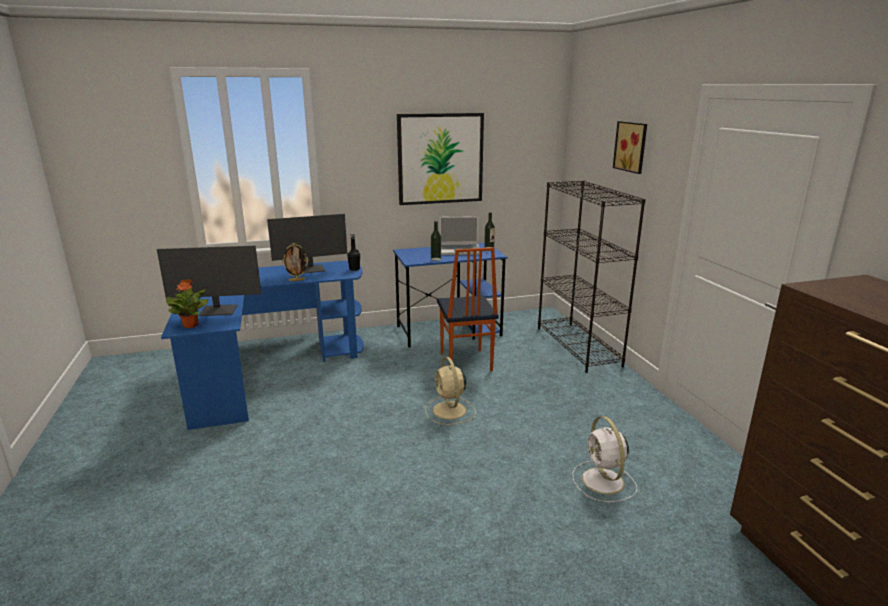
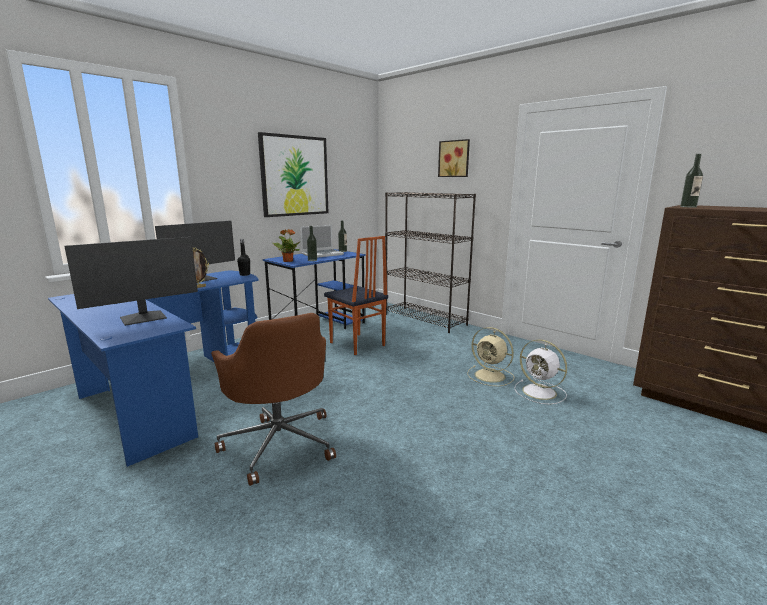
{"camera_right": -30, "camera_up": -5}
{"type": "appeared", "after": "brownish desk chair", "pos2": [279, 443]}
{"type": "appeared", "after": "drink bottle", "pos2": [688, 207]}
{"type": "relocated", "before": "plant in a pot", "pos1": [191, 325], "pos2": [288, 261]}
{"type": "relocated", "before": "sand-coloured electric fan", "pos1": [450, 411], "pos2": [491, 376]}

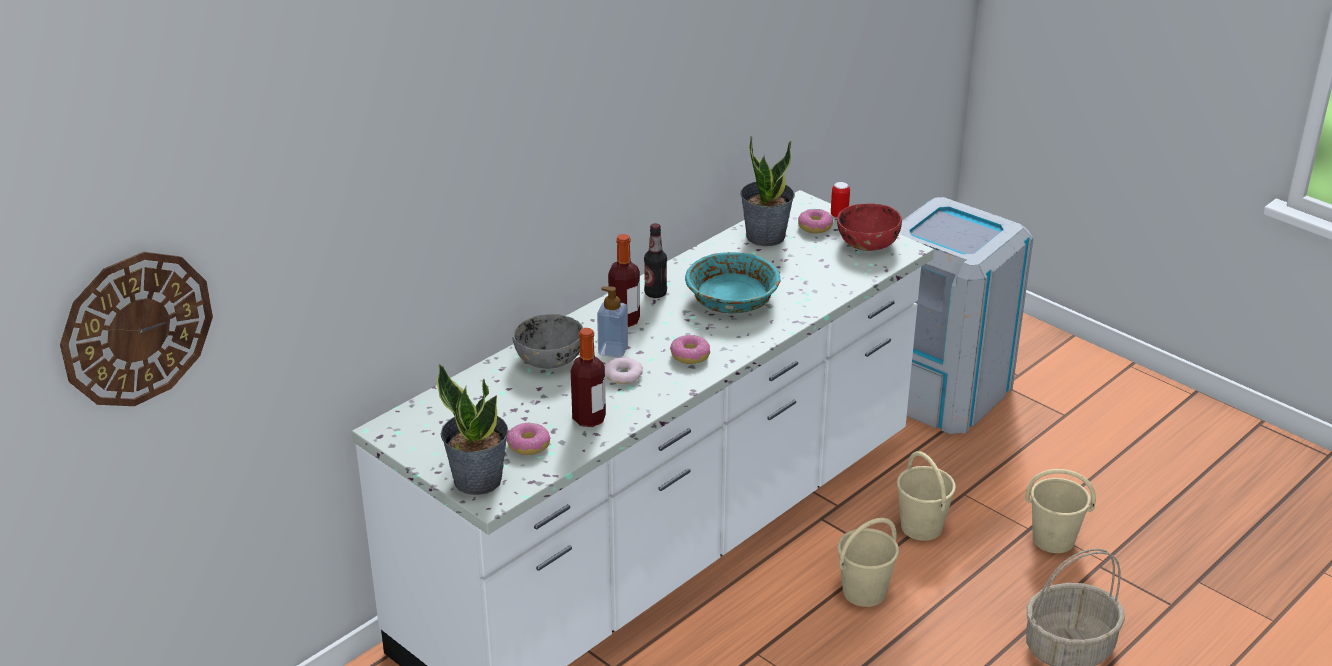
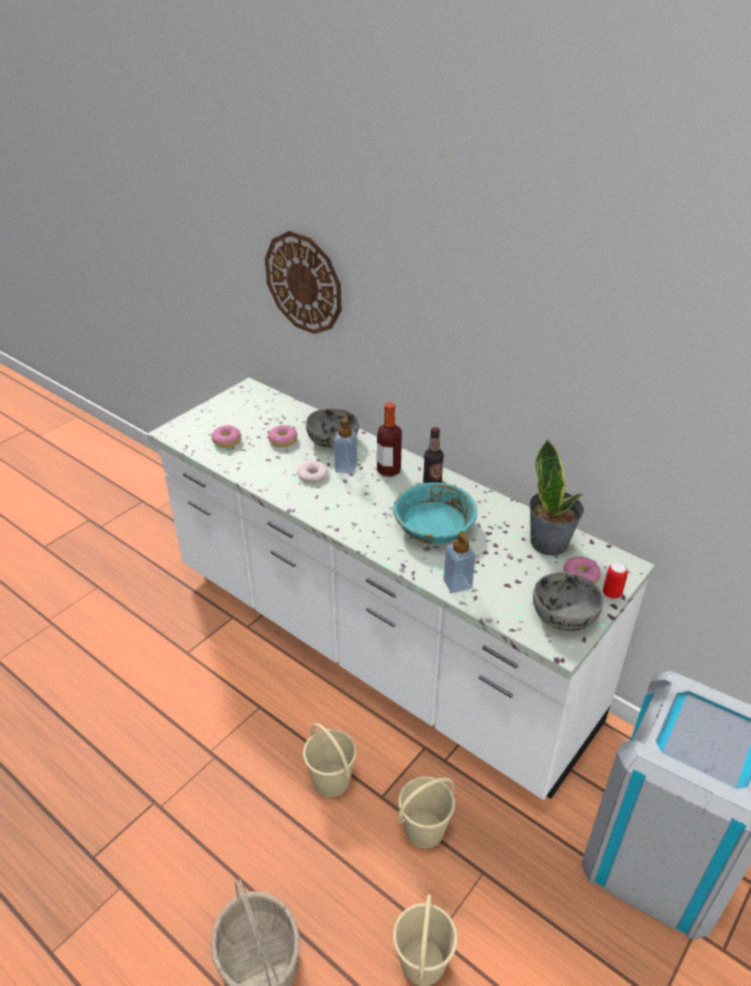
{"camera_right": 85, "camera_up": 5}
{"type": "missing", "before": "plant in a pot", "pos1": [478, 479]}
{"type": "missing", "before": "drink bottle", "pos1": [589, 418]}
{"type": "appeared", "after": "soap bottle", "pos2": [457, 584]}
{"type": "relocated", "before": "wall clock", "pos1": [136, 328], "pos2": [304, 283]}
{"type": "relocated", "before": "donut", "pos1": [690, 355], "pos2": [283, 440]}
{"type": "colour", "before": "reddish serving bowl", "after": "gray serving bowl", "pos1": [867, 242], "pos2": [564, 615]}

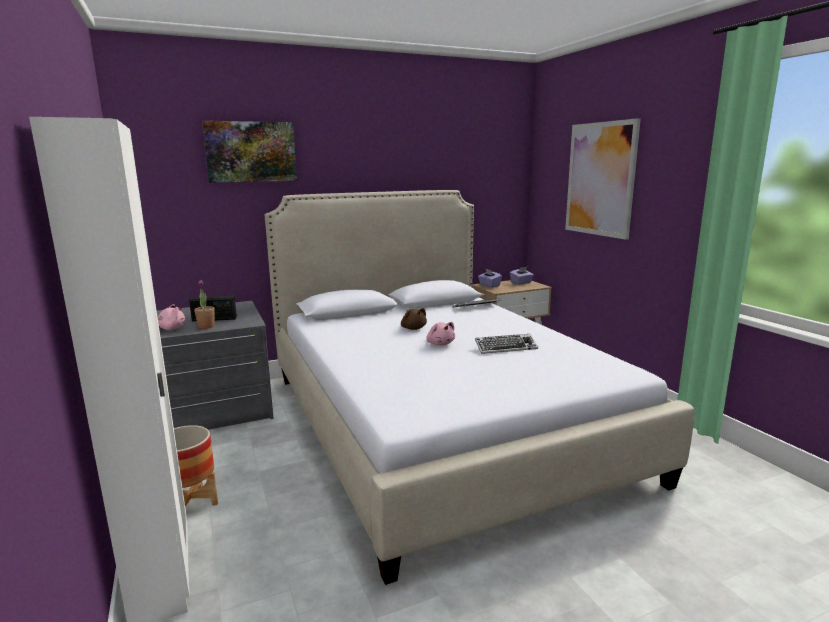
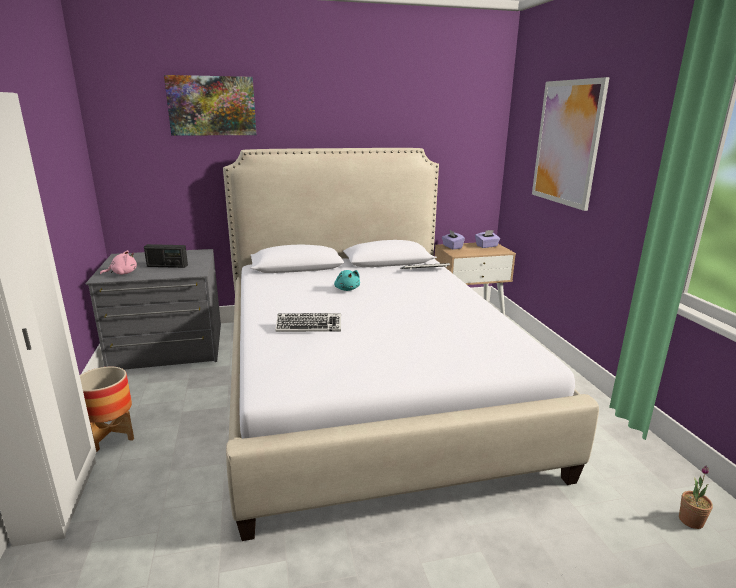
{"camera_right": 10, "camera_up": 5}
{"type": "missing", "before": "pink-coloured soft toy", "pos1": [440, 344]}
{"type": "relocated", "before": "plant in a pot", "pos1": [206, 326], "pos2": [691, 520]}
{"type": "relocated", "before": "keyboard", "pos1": [506, 347], "pos2": [309, 326]}
{"type": "colour", "before": "brownish soft toy", "after": "blue-green soft toy", "pos1": [413, 328], "pos2": [347, 289]}

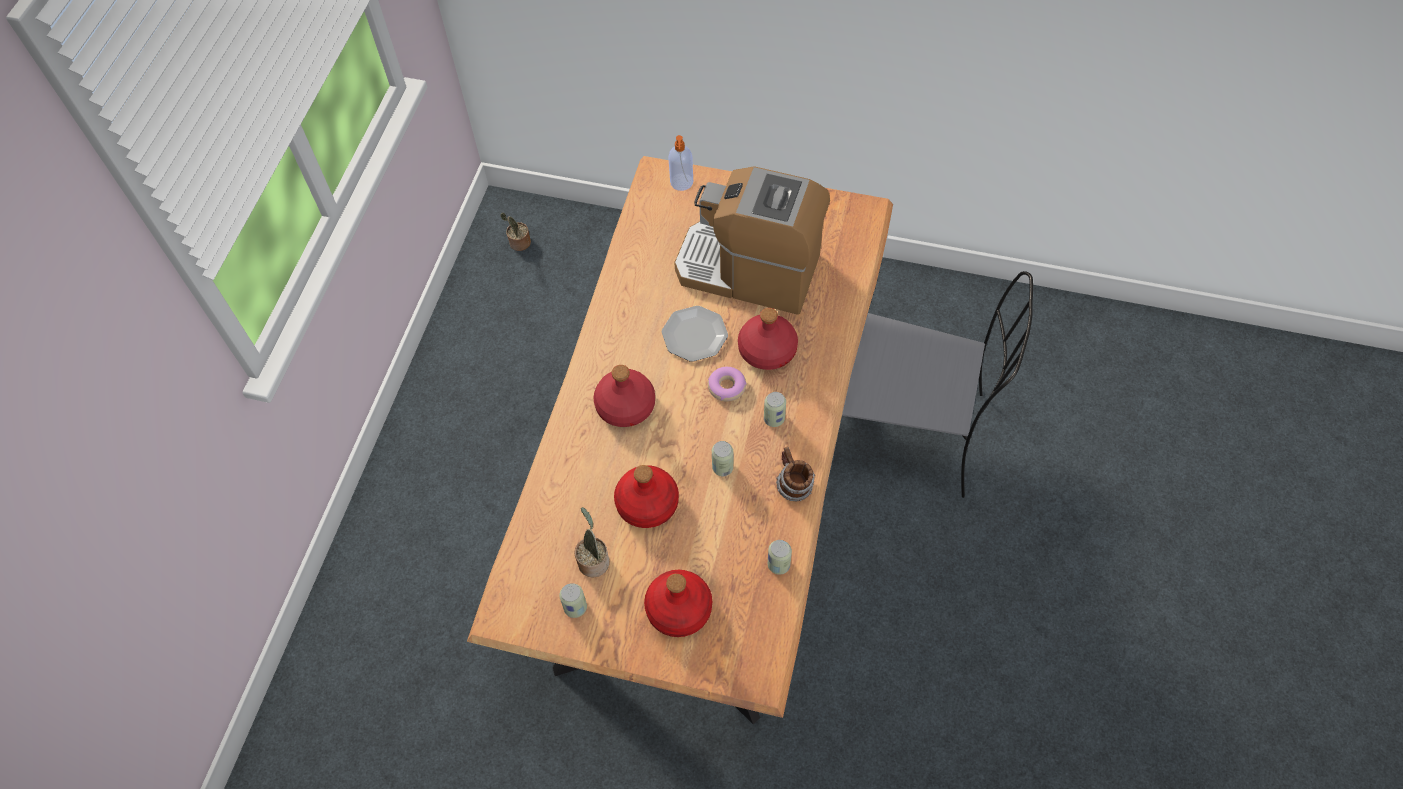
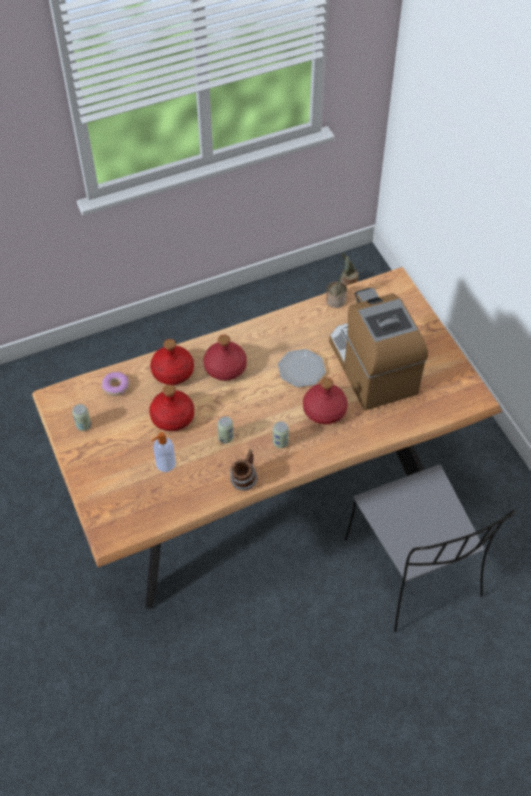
{"camera_right": 50, "camera_up": -5}
{"type": "missing", "before": "metal can", "pos1": [778, 565]}
{"type": "relocated", "before": "plant in a pot", "pos1": [593, 560], "pos2": [337, 299]}
{"type": "relocated", "before": "reddish drink bottle", "pos1": [679, 608], "pos2": [173, 372]}
{"type": "relocated", "before": "soap bottle", "pos1": [681, 183], "pos2": [165, 464]}
{"type": "relocated", "before": "donut", "pos1": [727, 387], "pos2": [116, 386]}

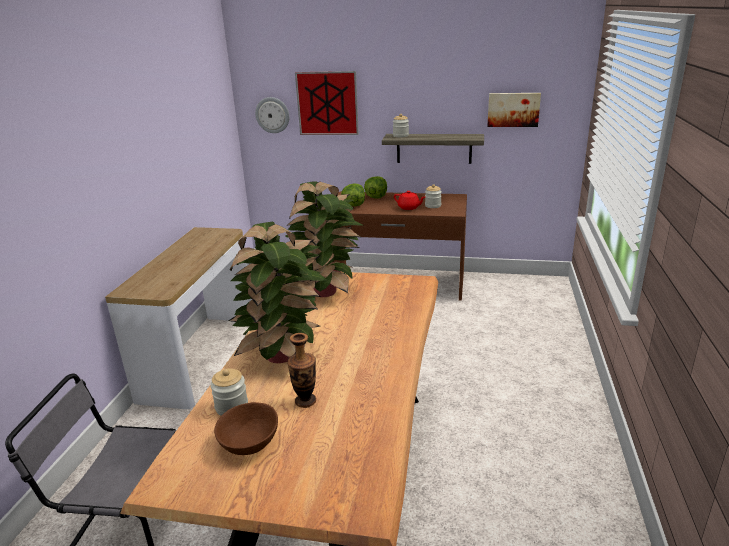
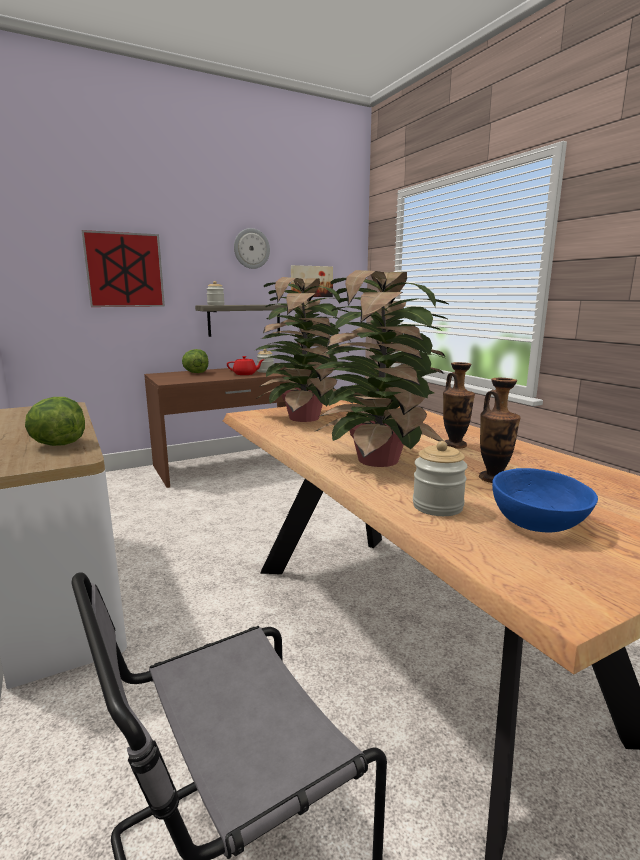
{"camera_right": -40, "camera_up": -10}
{"type": "appeared", "after": "vase", "pos2": [454, 445]}
{"type": "relocated", "before": "wall clock", "pos1": [272, 115], "pos2": [251, 248]}
{"type": "relocated", "before": "head of lettuce", "pos1": [353, 205], "pos2": [58, 444]}
{"type": "colour", "before": "brownish serving bowl", "after": "blue serving bowl", "pos1": [249, 442], "pos2": [536, 522]}

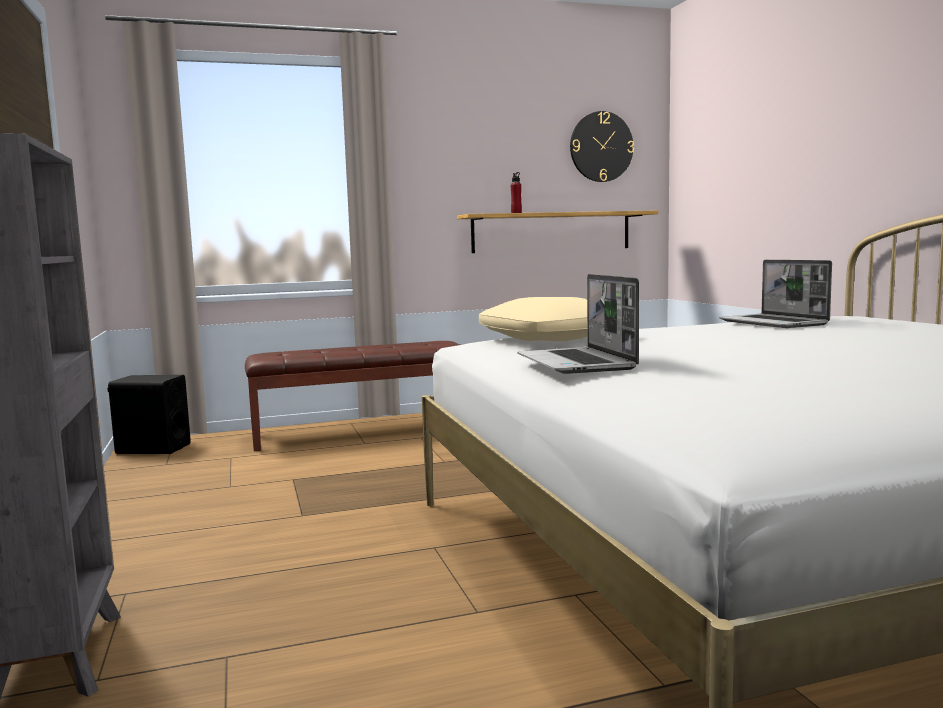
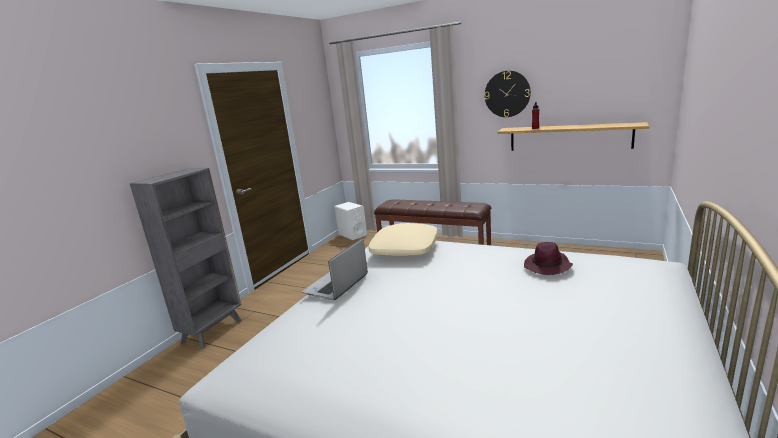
{"camera_right": 45, "camera_up": 10}
{"type": "relocated", "before": "wall clock", "pos1": [601, 147], "pos2": [507, 94]}
{"type": "exchanged", "before": "laptop", "after": "purple wearable hat", "pos1": [774, 323], "pos2": [547, 266]}
{"type": "colour", "before": "black audio speaker", "after": "white-coloured audio speaker", "pos1": [153, 448], "pos2": [352, 235]}

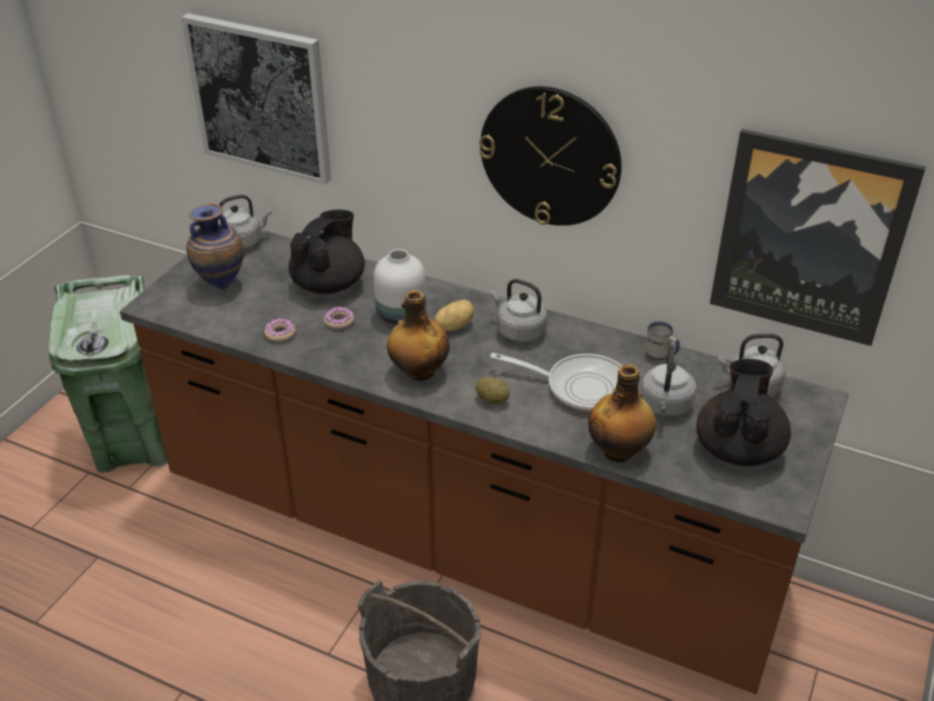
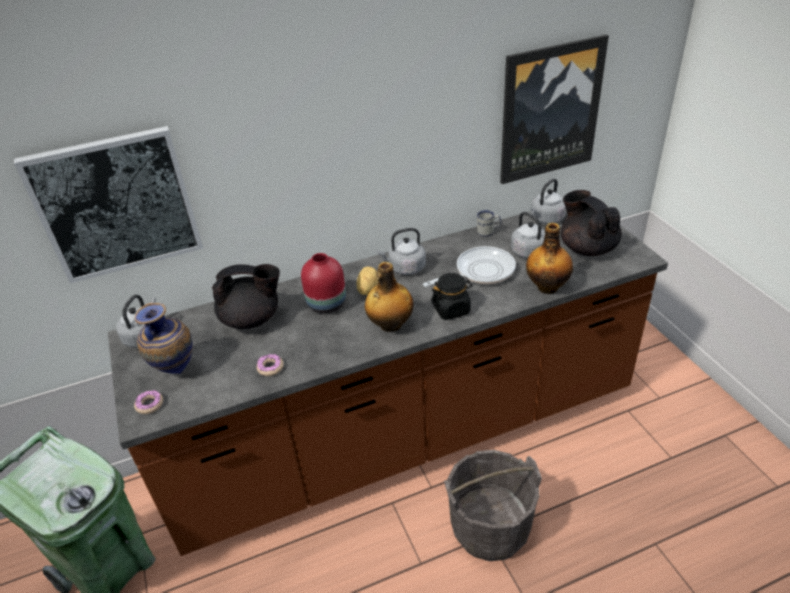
{"camera_right": -45, "camera_up": 0}
{"type": "missing", "before": "wall clock", "pos1": [550, 156]}
{"type": "relocated", "before": "donut", "pos1": [339, 321], "pos2": [149, 405]}
{"type": "exchanged", "before": "potato", "after": "black jar", "pos1": [492, 399], "pos2": [451, 309]}
{"type": "colour", "before": "white-coloured vase", "after": "reddish vase", "pos1": [400, 313], "pos2": [325, 304]}
{"type": "spun", "before": "black pot for tea", "pos1": [329, 284], "pos2": [252, 319], "turn": 105}

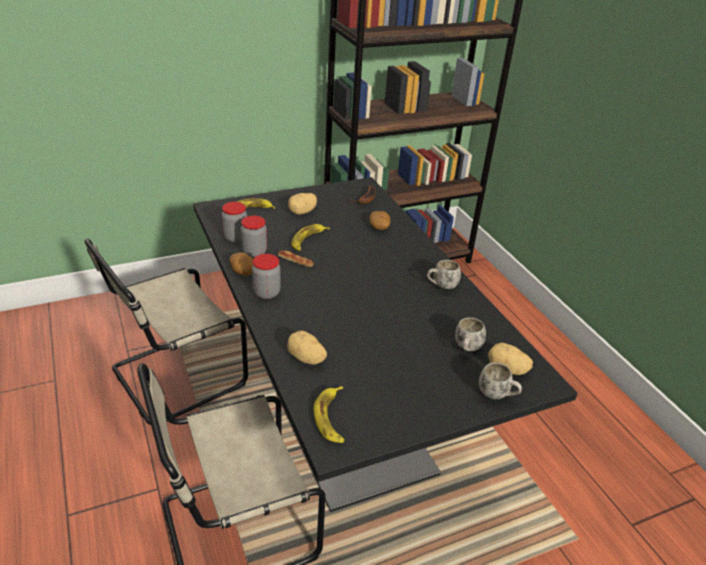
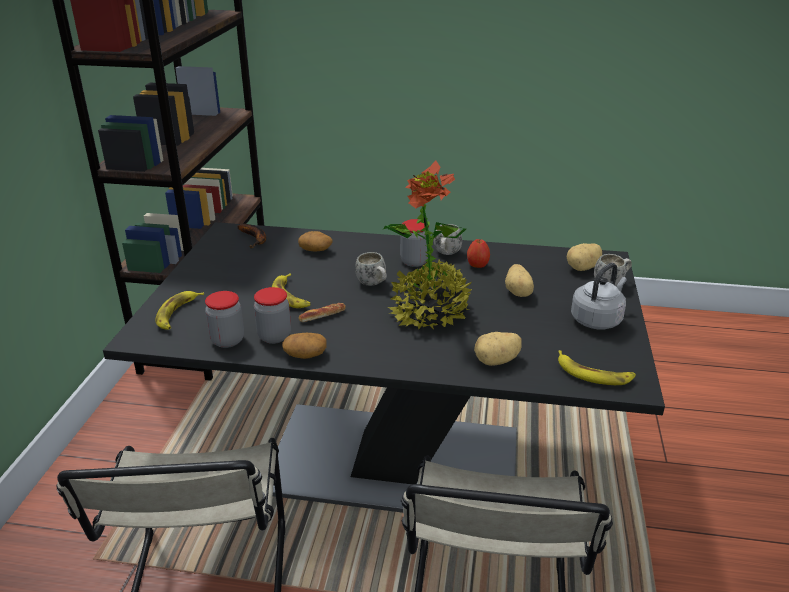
{"camera_right": -55, "camera_up": -5}
{"type": "appeared", "after": "plant in a pot", "pos2": [430, 312]}
{"type": "appeared", "after": "apple", "pos2": [477, 265]}
{"type": "appeared", "after": "gray tea kettle", "pos2": [597, 319]}
{"type": "relocated", "before": "jar", "pos1": [266, 293], "pos2": [414, 261]}
{"type": "relocated", "before": "potato", "pos1": [302, 212], "pos2": [518, 292]}
{"type": "relocated", "before": "white-coloured mug", "pos1": [467, 349], "pos2": [374, 284]}

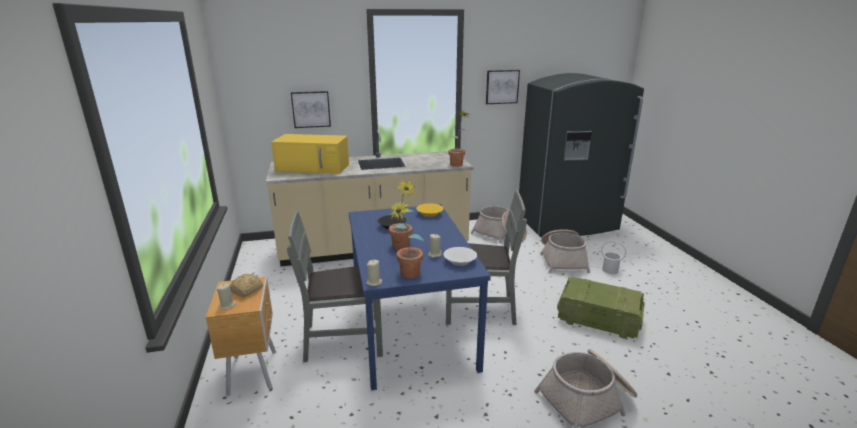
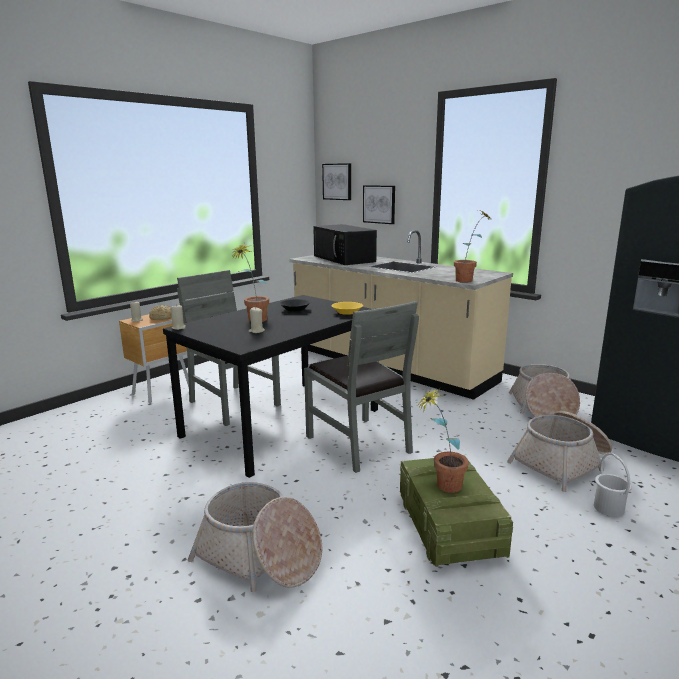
{"camera_right": 55, "camera_up": -5}
{"type": "missing", "before": "white-coloured serving bowl", "pos1": [460, 261]}
{"type": "relocated", "before": "plant in a pot", "pos1": [407, 276], "pos2": [441, 486]}
{"type": "relocated", "before": "wall art", "pos1": [502, 86], "pos2": [337, 181]}
{"type": "colour", "before": "yellowish kitchen microwave", "after": "black kitchen microwave", "pos1": [314, 167], "pos2": [344, 259]}
{"type": "colour", "before": "blue kitchen table", "after": "black kitchen table", "pos1": [409, 326], "pos2": [282, 422]}

